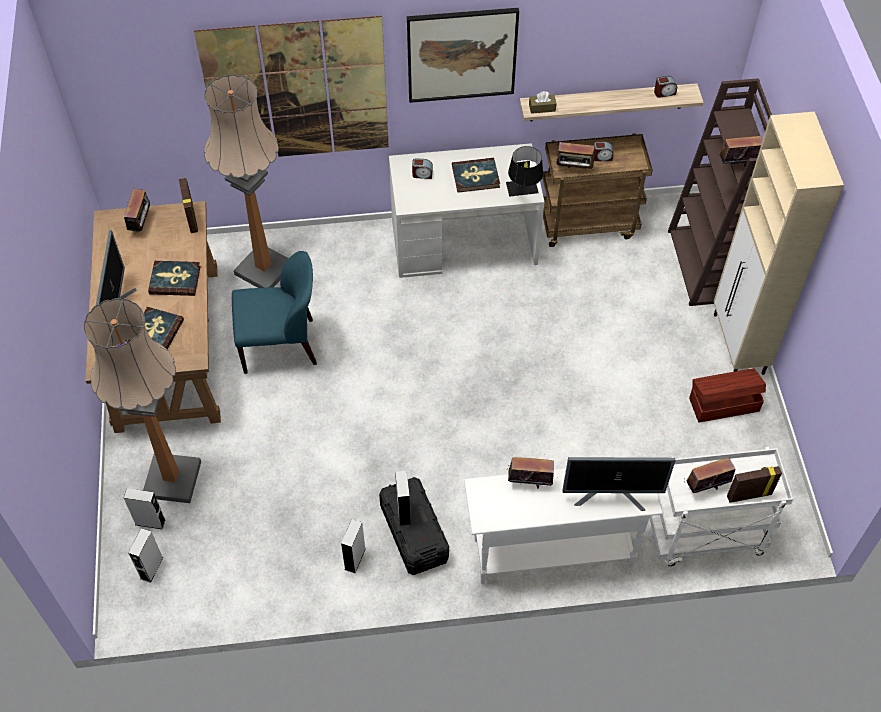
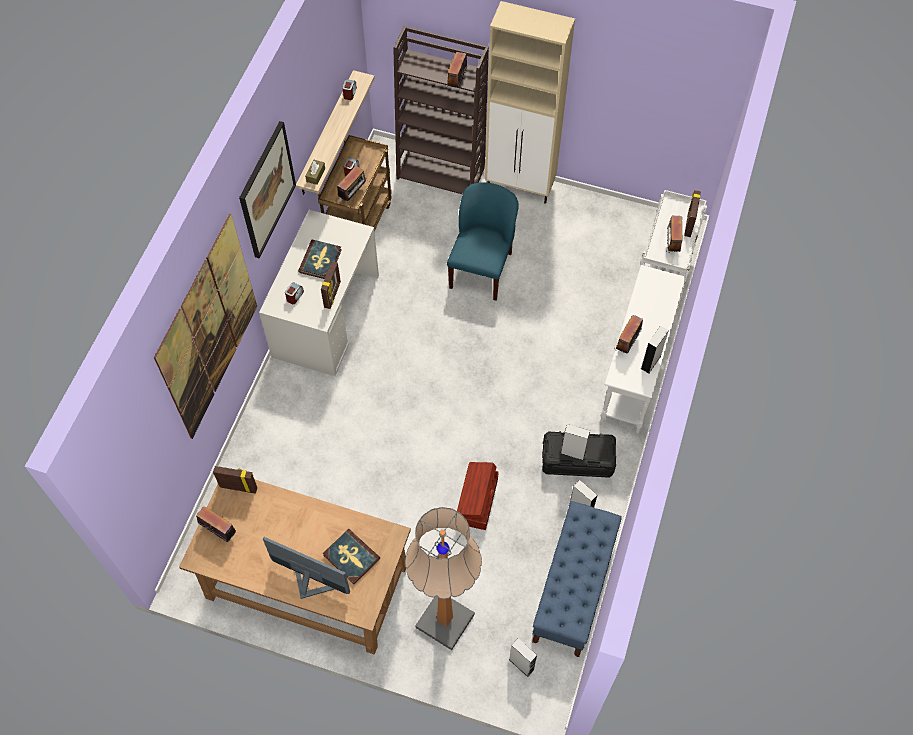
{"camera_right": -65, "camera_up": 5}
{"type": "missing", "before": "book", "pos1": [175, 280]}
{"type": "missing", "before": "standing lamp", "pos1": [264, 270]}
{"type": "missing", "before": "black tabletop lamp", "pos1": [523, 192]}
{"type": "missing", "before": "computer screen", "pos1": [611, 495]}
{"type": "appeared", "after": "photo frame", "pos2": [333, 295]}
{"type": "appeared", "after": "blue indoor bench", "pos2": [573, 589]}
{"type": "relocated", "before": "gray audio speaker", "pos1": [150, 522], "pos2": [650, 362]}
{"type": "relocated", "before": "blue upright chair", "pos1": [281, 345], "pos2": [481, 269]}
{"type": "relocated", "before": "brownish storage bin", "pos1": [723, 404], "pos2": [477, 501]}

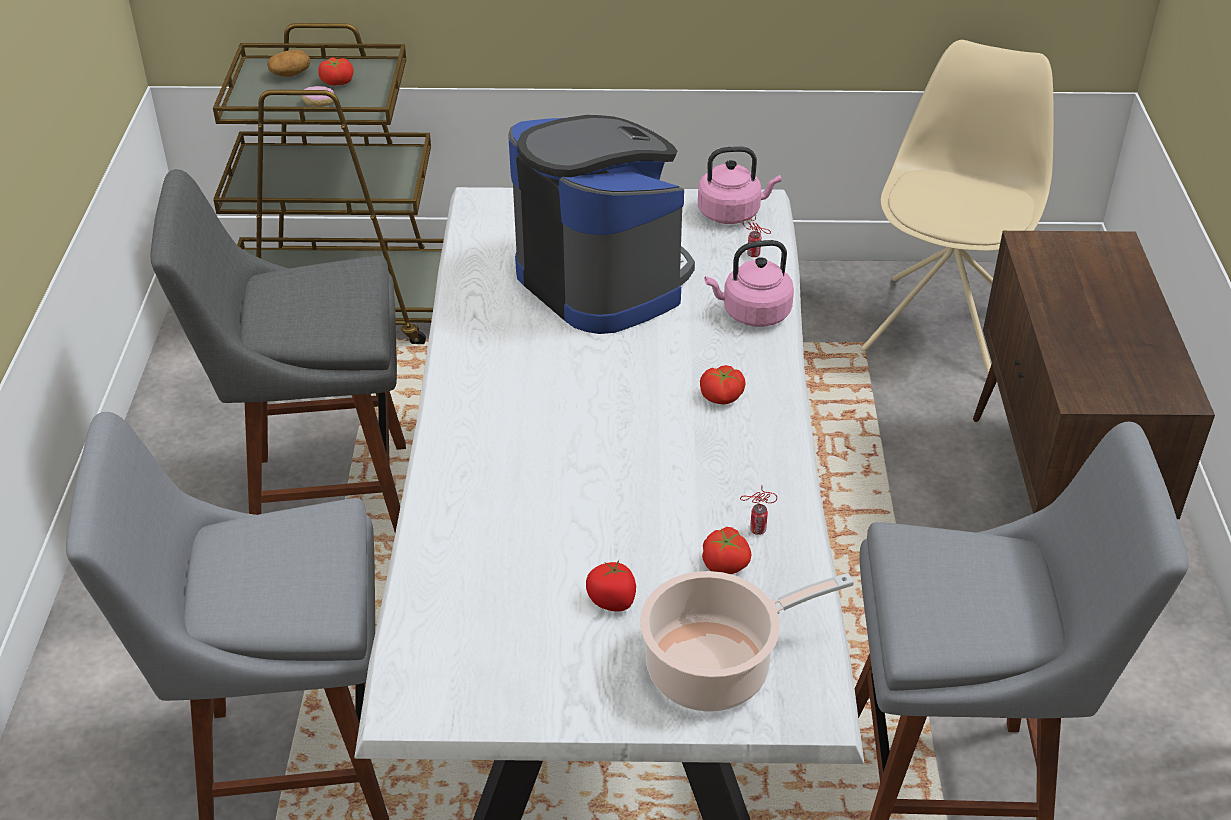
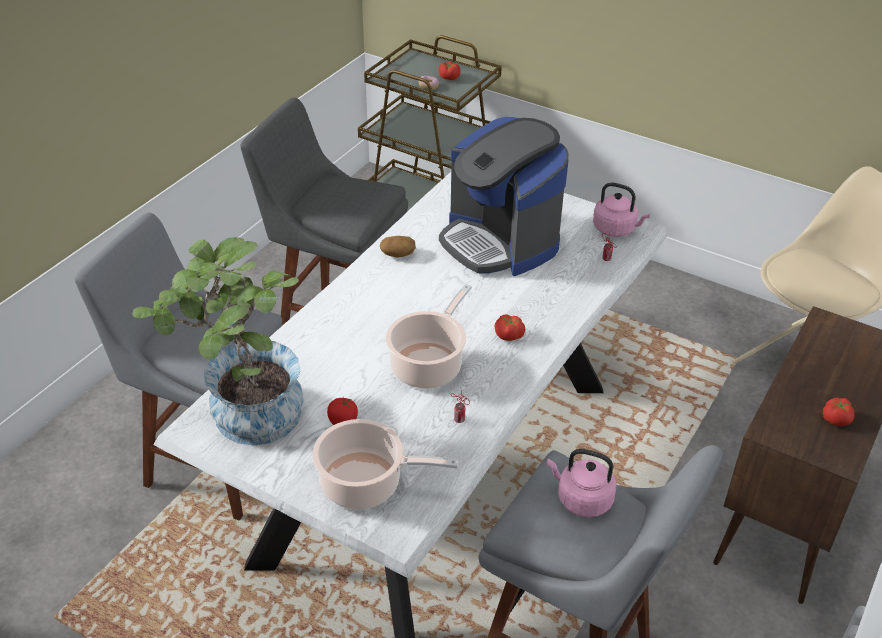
{"camera_right": 30, "camera_up": 0}
{"type": "appeared", "after": "plant in a pot", "pos2": [245, 419]}
{"type": "appeared", "after": "stockpot", "pos2": [428, 364]}
{"type": "relocated", "before": "potato", "pos1": [290, 74], "pos2": [397, 254]}
{"type": "relocated", "before": "tomato", "pos1": [726, 563], "pos2": [836, 419]}
{"type": "relocated", "before": "pink-coloured tea kettle", "pos1": [752, 314], "pos2": [581, 499]}
{"type": "spun", "before": "coffee machine", "pos1": [602, 280], "pos2": [500, 241], "turn": 150}

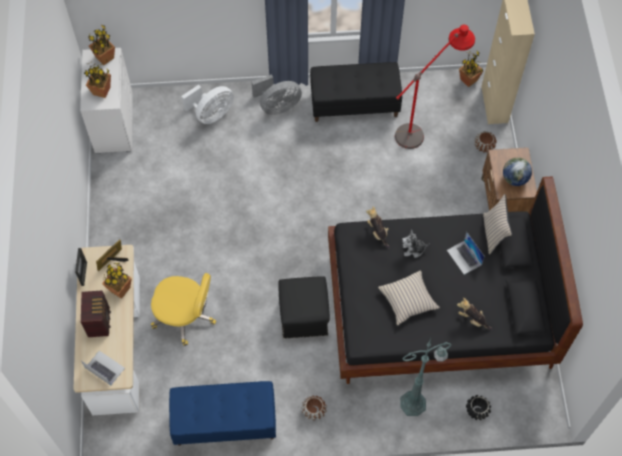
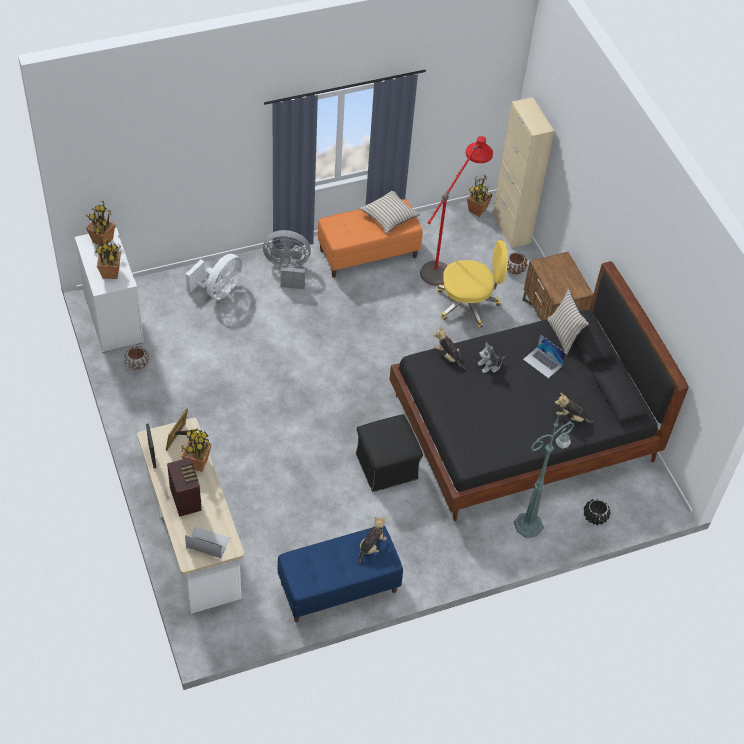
{"camera_right": -20, "camera_up": -10}
{"type": "missing", "before": "globe", "pos1": [514, 179]}
{"type": "appeared", "after": "soft toy", "pos2": [371, 546]}
{"type": "relocated", "before": "yellowish desk chair", "pos1": [185, 316], "pos2": [468, 304]}
{"type": "relocated", "before": "brownish flower pot", "pos1": [314, 410], "pos2": [137, 363]}
{"type": "relocated", "before": "sand-coloured pillow", "pos1": [408, 300], "pos2": [389, 216]}
{"type": "colour", "before": "black indoor bench", "after": "orange indoor bench", "pos1": [355, 104], "pos2": [368, 253]}
{"type": "spun", "before": "gray electric fan", "pos1": [277, 106], "pos2": [287, 270], "turn": -135}

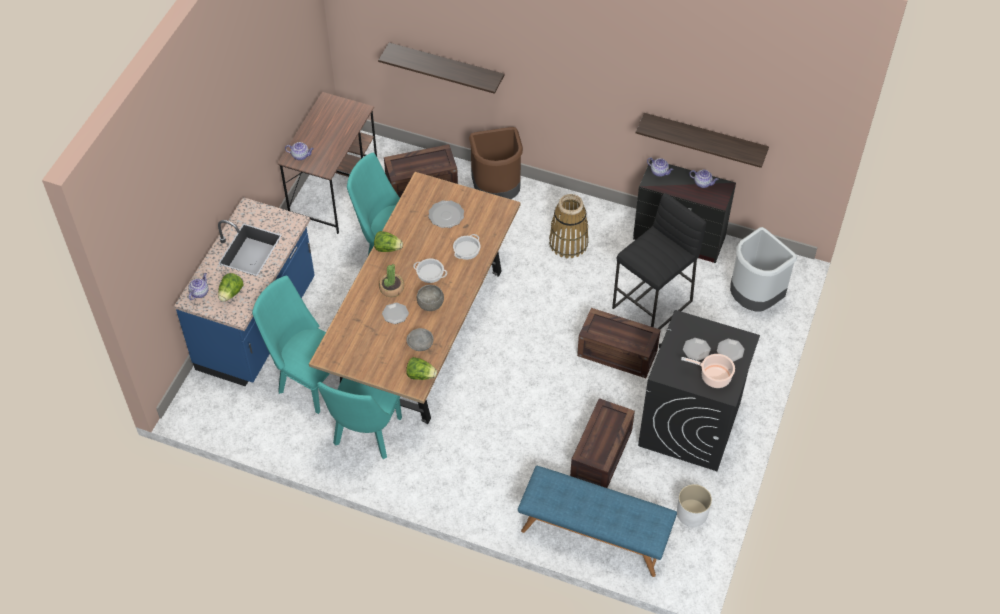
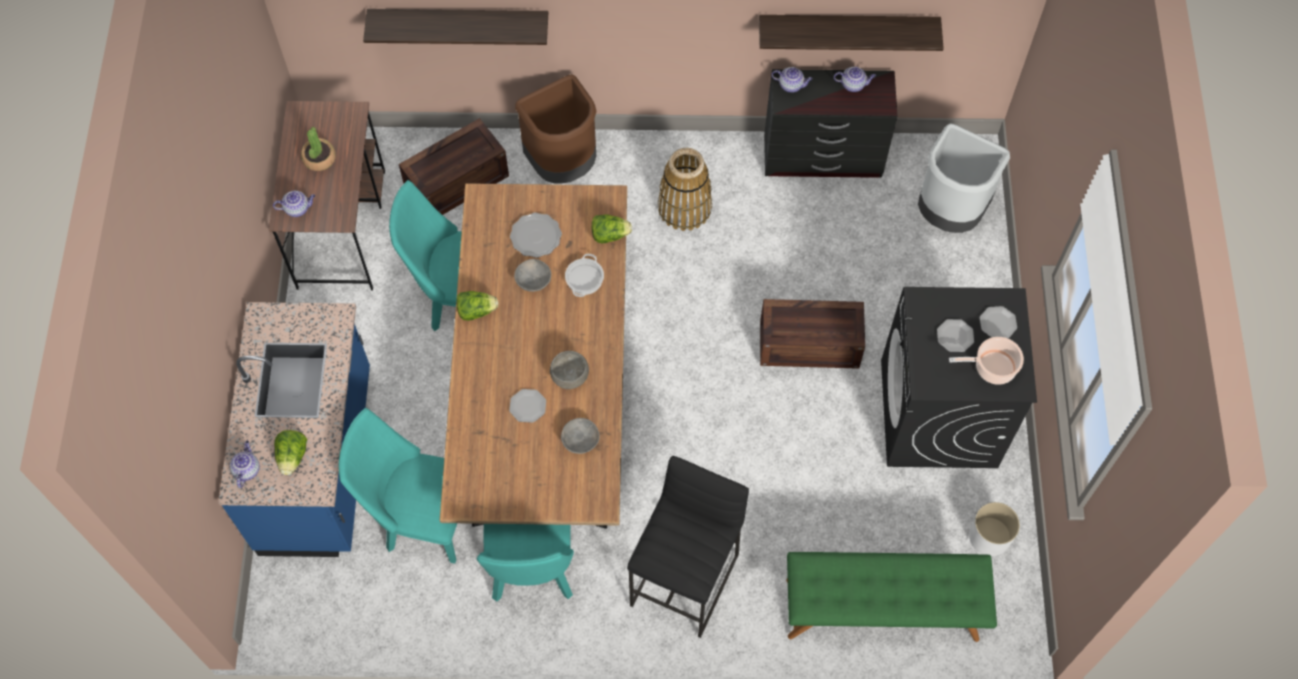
{"camera_right": -20, "camera_up": 10}
{"type": "missing", "before": "stockpot", "pos1": [429, 273]}
{"type": "missing", "before": "crate", "pos1": [602, 455]}
{"type": "appeared", "after": "gray serving bowl", "pos2": [534, 281]}
{"type": "relocated", "before": "plant in a pot", "pos1": [391, 288], "pos2": [319, 158]}
{"type": "relocated", "before": "head of lettuce", "pos1": [421, 375], "pos2": [610, 235]}
{"type": "relocated", "before": "black sitting stool", "pos1": [653, 305], "pos2": [685, 580]}
{"type": "colour", "before": "blue indoor bench", "after": "green-coloured indoor bench", "pos1": [594, 535], "pos2": [881, 610]}

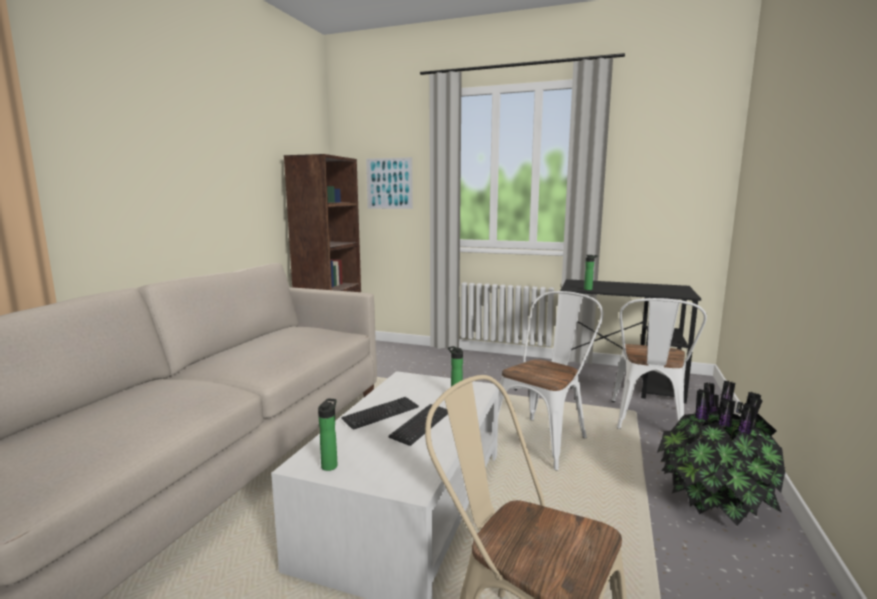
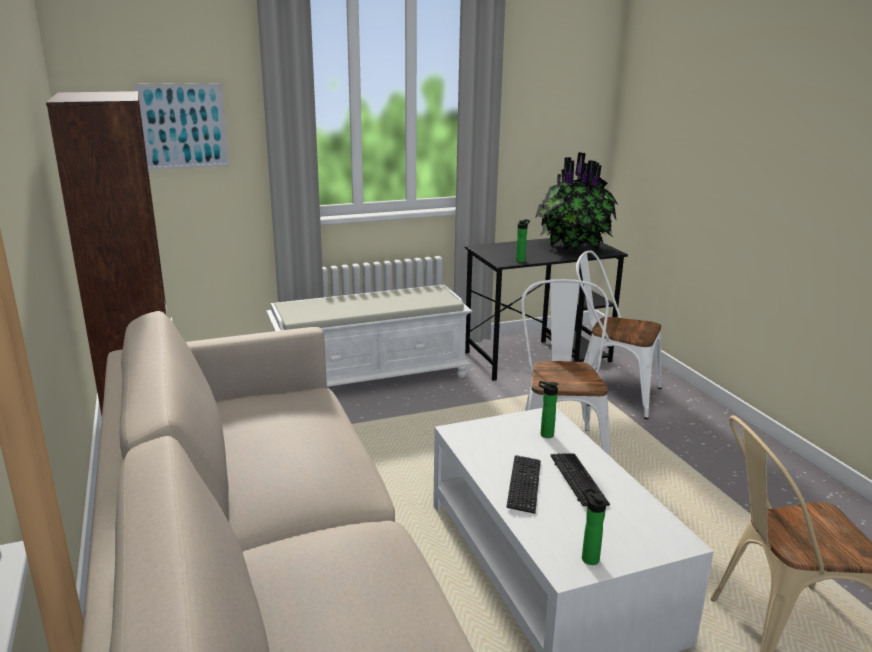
{"camera_right": -40, "camera_up": 10}
{"type": "appeared", "after": "white-coloured indoor bench", "pos2": [371, 377]}
{"type": "relocated", "before": "plant in a pot", "pos1": [712, 503], "pos2": [573, 247]}
{"type": "spun", "before": "white-coloured upright chair", "pos1": [648, 422], "pos2": [609, 393], "turn": 135}

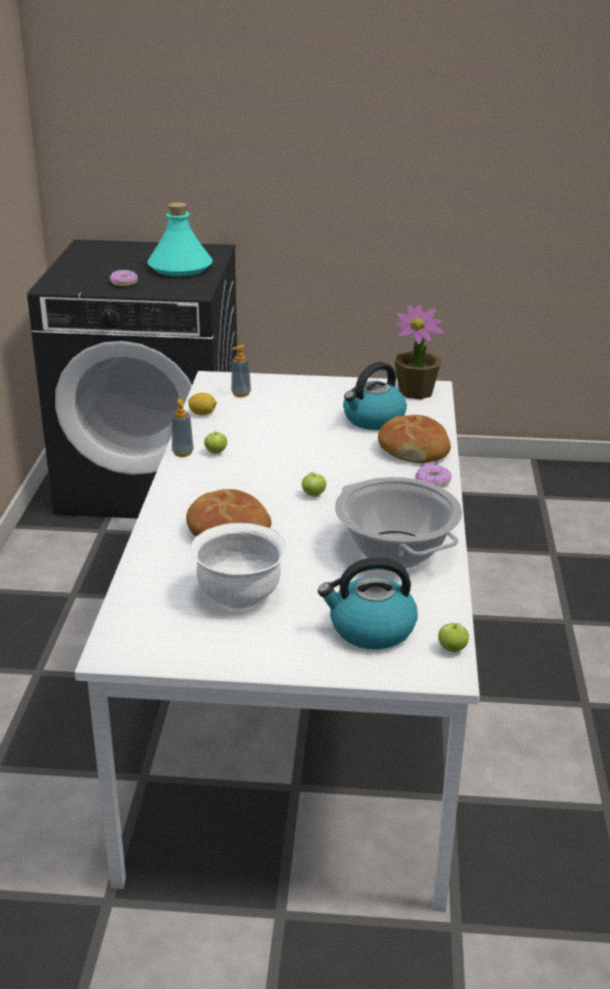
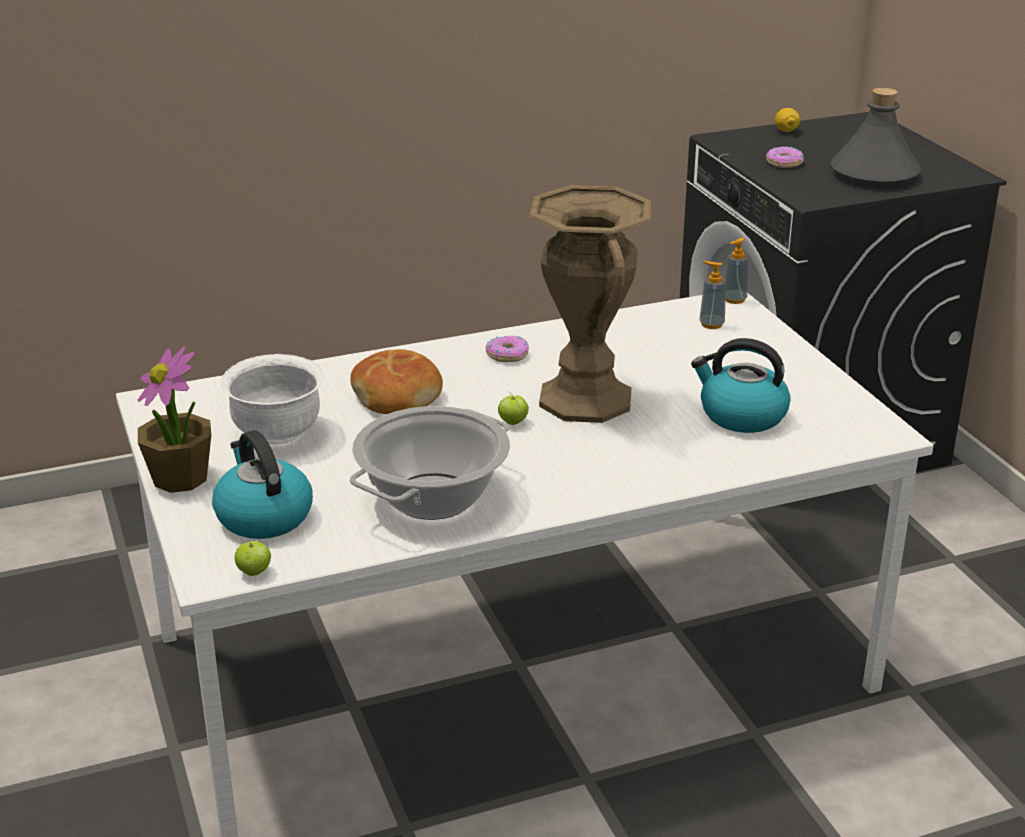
{"camera_right": 65, "camera_up": 0}
{"type": "missing", "before": "apple", "pos1": [216, 452]}
{"type": "missing", "before": "baked bread", "pos1": [413, 449]}
{"type": "appeared", "after": "brownish vase", "pos2": [585, 399]}
{"type": "relocated", "before": "soap bottle", "pos1": [182, 453], "pos2": [734, 299]}
{"type": "relocated", "before": "lemon", "pos1": [202, 414], "pos2": [786, 131]}
{"type": "relocated", "before": "plant in a pot", "pos1": [416, 392], "pos2": [181, 478]}
{"type": "relocated", "before": "donut", "pos1": [432, 481], "pos2": [507, 355]}
{"type": "colour", "before": "blue-green drink bottle", "after": "gray drink bottle", "pos1": [180, 268], "pos2": [875, 175]}

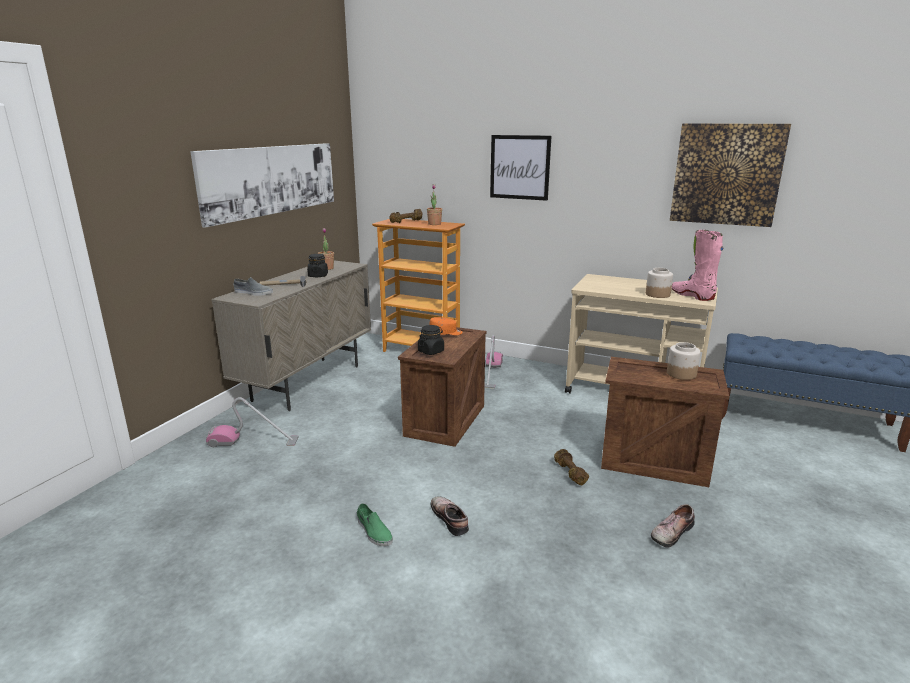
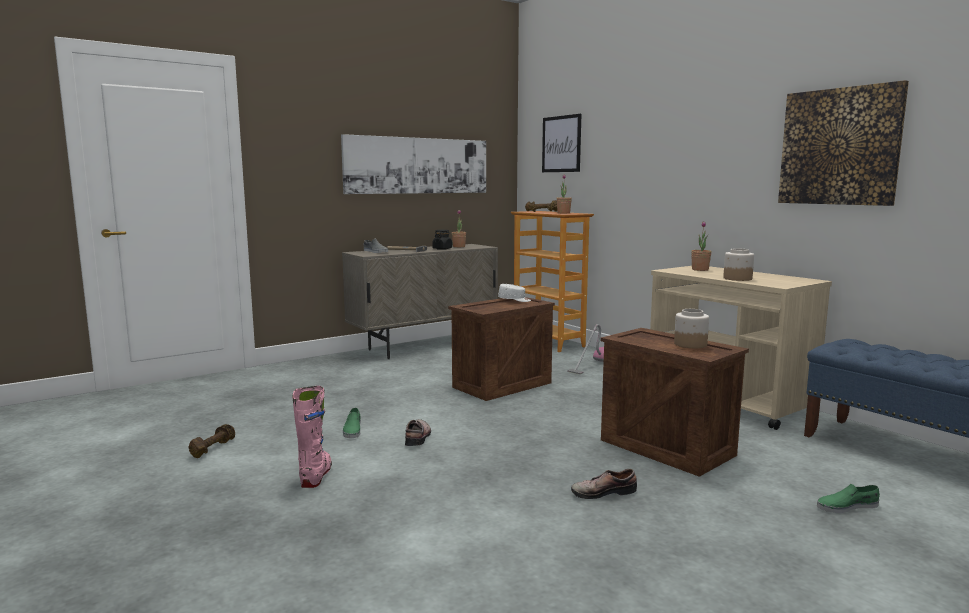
{"camera_right": 30, "camera_up": -10}
{"type": "missing", "before": "vacuum", "pos1": [253, 442]}
{"type": "missing", "before": "black jar", "pos1": [431, 351]}
{"type": "appeared", "after": "plant in a pot", "pos2": [700, 270]}
{"type": "appeared", "after": "green-coloured low shoe", "pos2": [846, 506]}
{"type": "relocated", "before": "wall art", "pos1": [519, 167], "pos2": [561, 144]}
{"type": "relocated", "before": "brownish free weight", "pos1": [569, 473], "pos2": [212, 448]}
{"type": "relocated", "before": "pink-coloured tall boot", "pos1": [692, 296], "pos2": [316, 475]}
{"type": "colour", "before": "orange peaked cap", "after": "white-coloured peaked cap", "pos1": [445, 333], "pos2": [514, 300]}

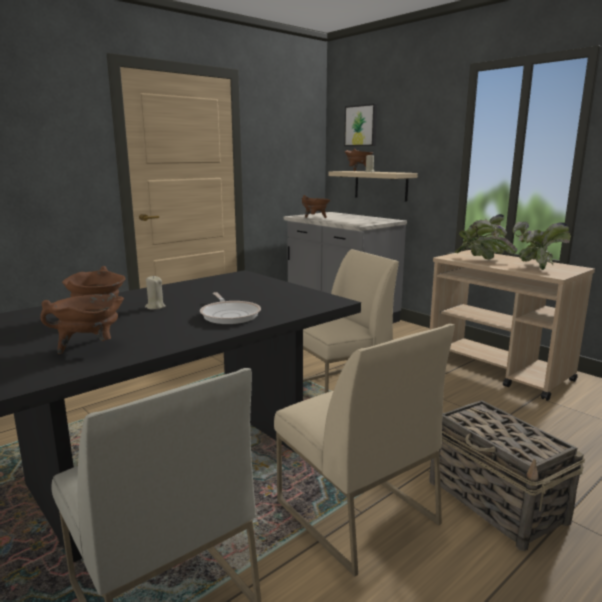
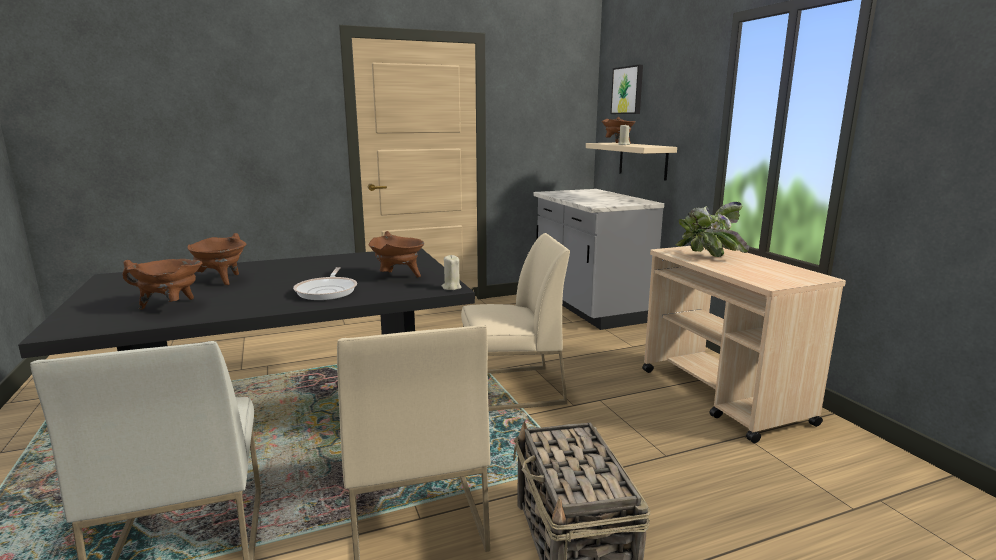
{"camera_right": 20, "camera_up": 0}
{"type": "missing", "before": "plant in a pot", "pos1": [534, 268]}
{"type": "relocated", "before": "sand-coloured wax candle", "pos1": [155, 307], "pos2": [451, 287]}
{"type": "relocated", "before": "brownish stockpot", "pos1": [315, 218], "pos2": [398, 277]}

